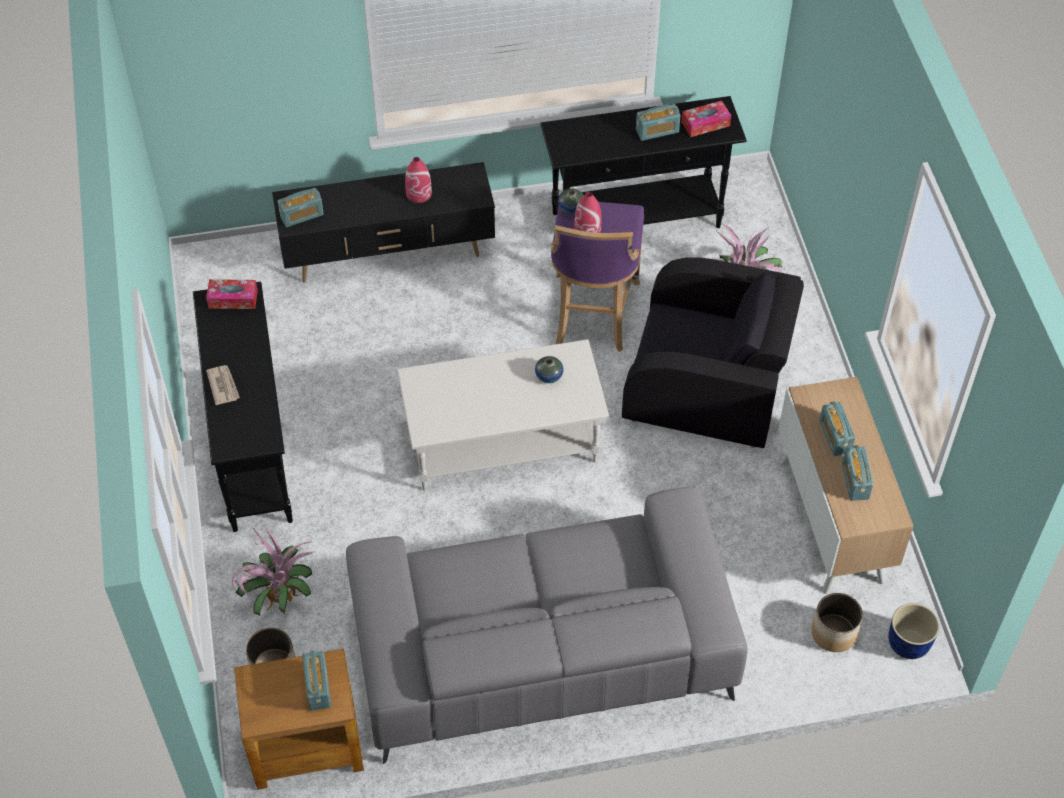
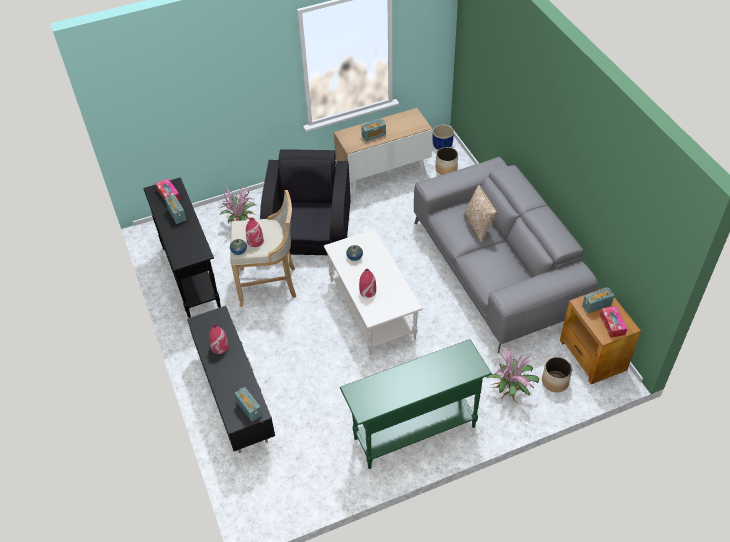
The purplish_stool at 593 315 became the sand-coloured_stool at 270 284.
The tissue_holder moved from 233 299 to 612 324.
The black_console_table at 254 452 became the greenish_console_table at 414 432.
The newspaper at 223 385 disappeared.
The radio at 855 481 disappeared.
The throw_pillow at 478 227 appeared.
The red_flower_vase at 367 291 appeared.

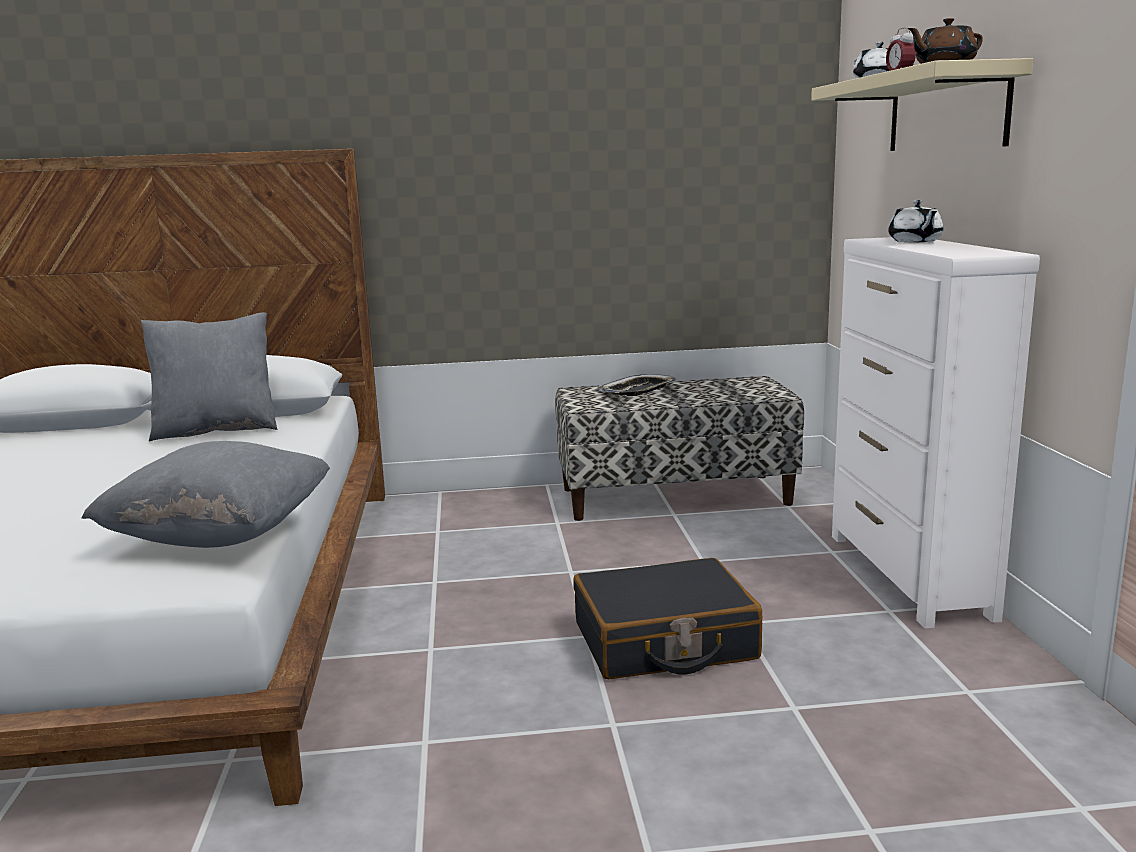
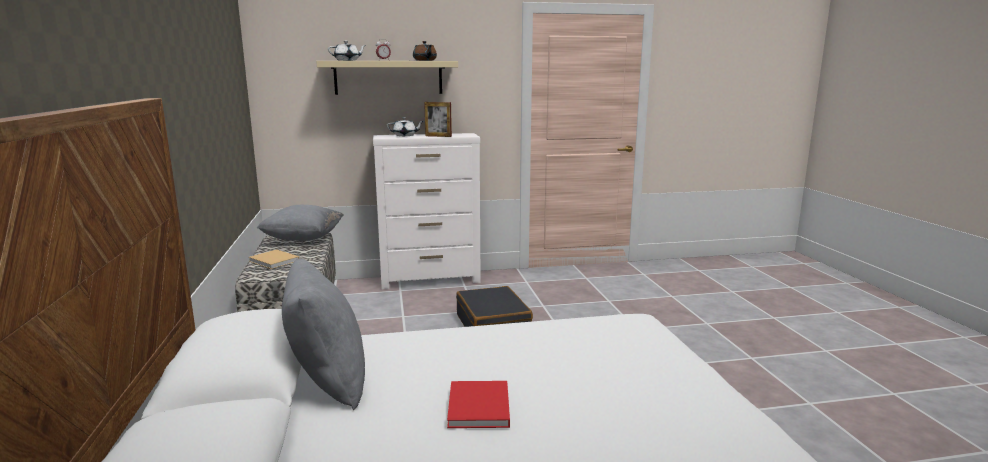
The carrying_tray at 638 391 was replaced by the sand-coloured_bound_book at 275 261.
The grey_throw_pillow moved from 221 536 to 303 239.
The photo_frame at 438 136 appeared.
The red_bound_book at 478 408 appeared.

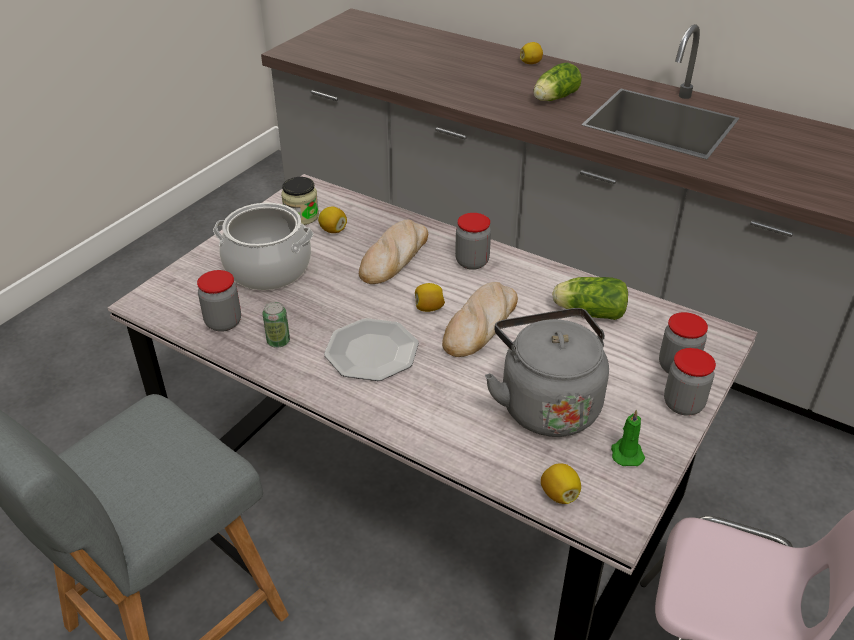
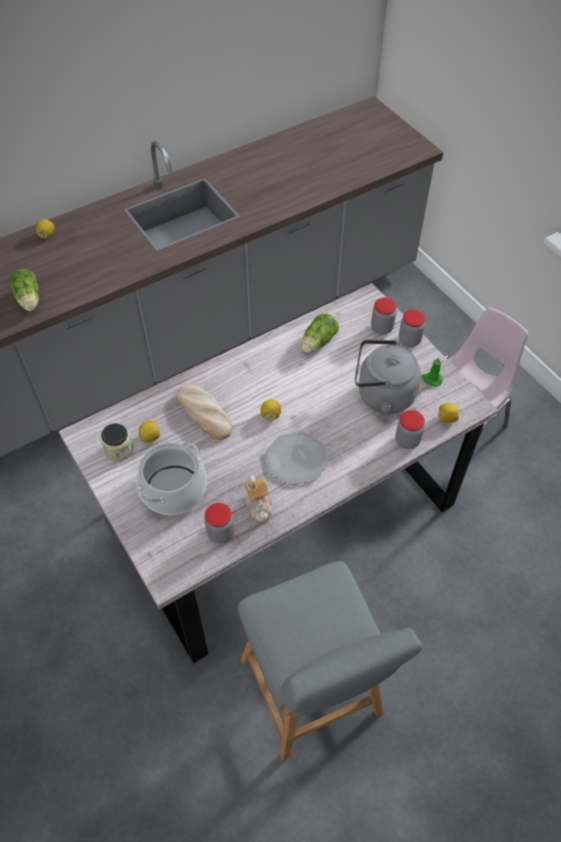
The lettuce moved from 553 98 to 29 300.
The preserve_jar moved from 472 262 to 407 441.
The bakery_bread at 480 324 disappeared.
The sealed_can at 278 341 was replaced by the teapot at 259 506.

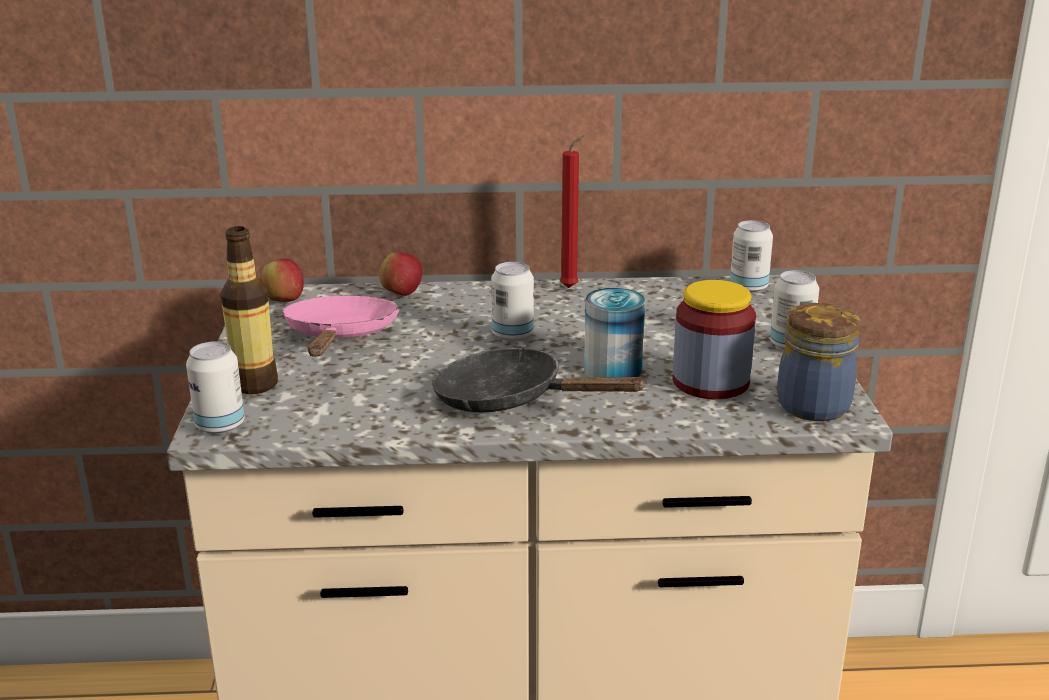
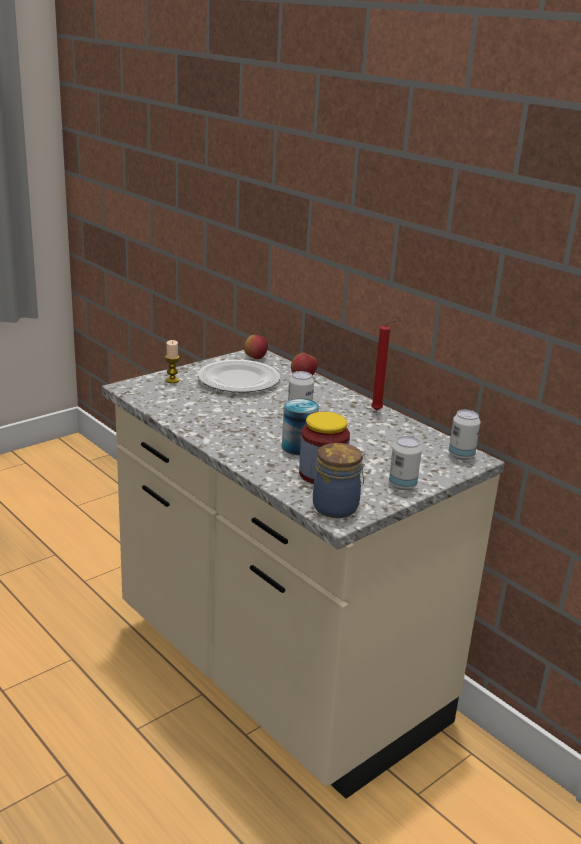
The beverage_bottle at 254 384 was replaced by the candle at 172 380.
The pink-coloured_skillet at 340 337 was replaced by the dinner_plate at 239 380.
The sealed_can at 220 426 disappeared.
The black_skillet at 510 400 disappeared.

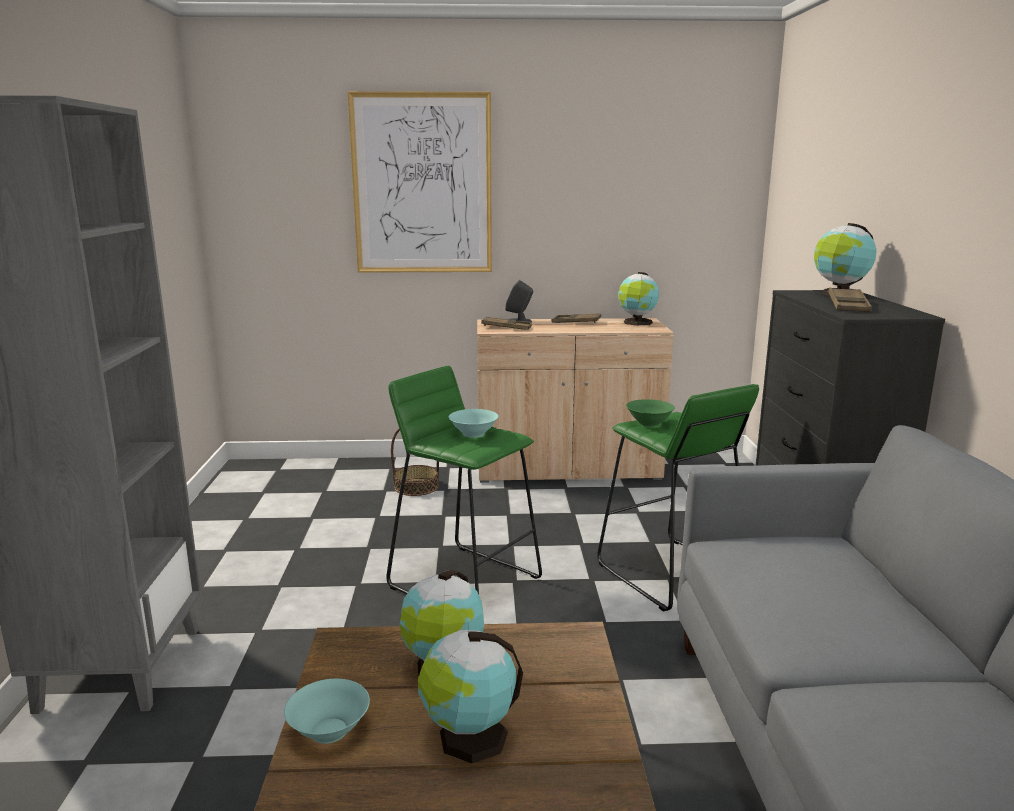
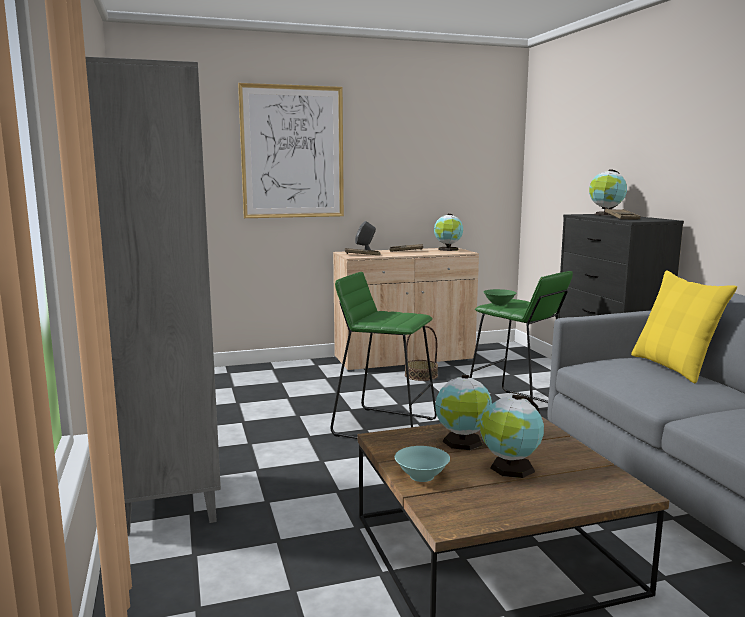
The turquoise-coloured_bowl at 474 434 disappeared.
The household_basket moved from 416 487 to 421 375.
The yellowish_throw_pillow at 673 367 appeared.

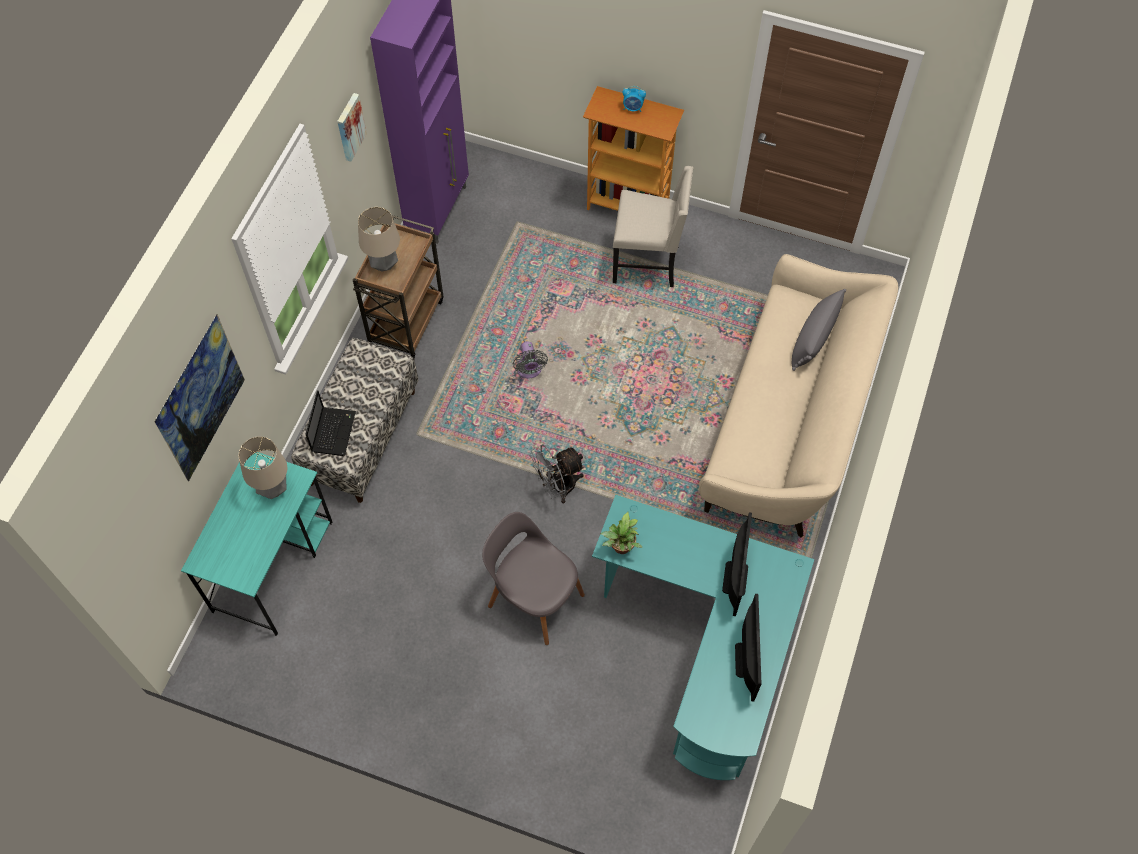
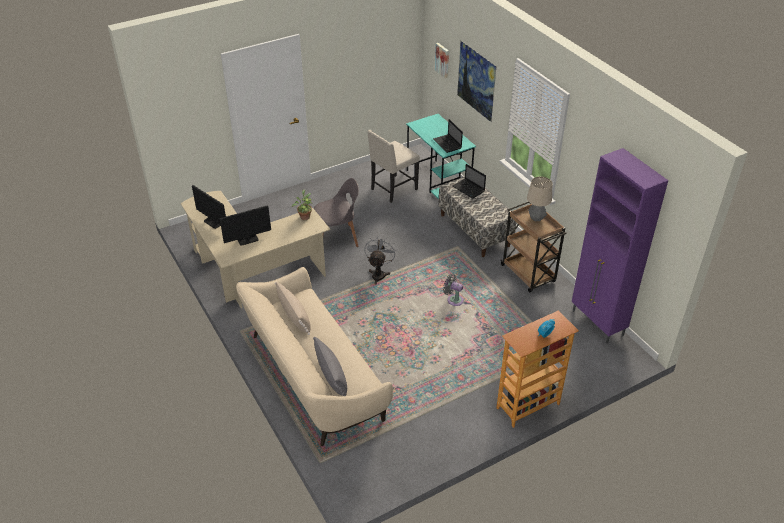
The wall_picture moved from 349 126 to 443 60.
The sand-coloured_upright_chair moved from 648 263 to 393 189.
The lamp_for_a_table at 273 489 was replaced by the laptop at 447 144.
The turquoise-coloured_desk_table at 706 648 became the sand-coloured_desk_table at 250 273.
The computer_screen at 735 578 turned 75 degrees counterclockwise.
The sand-coloured_throw_pillow at 294 316 appeared.

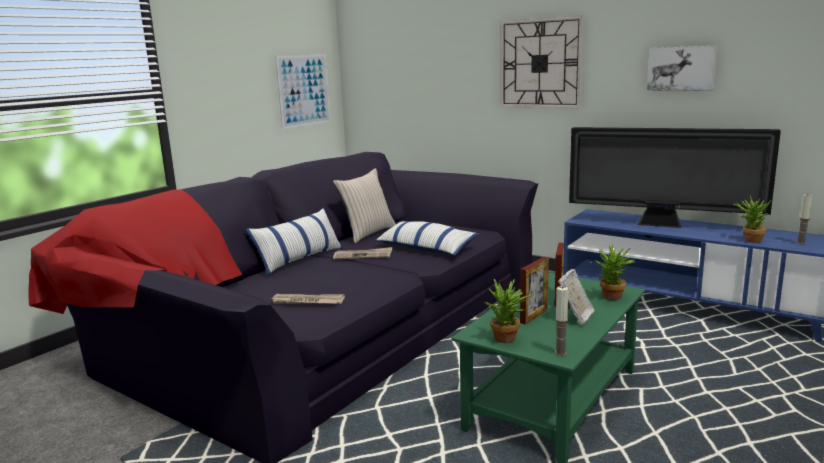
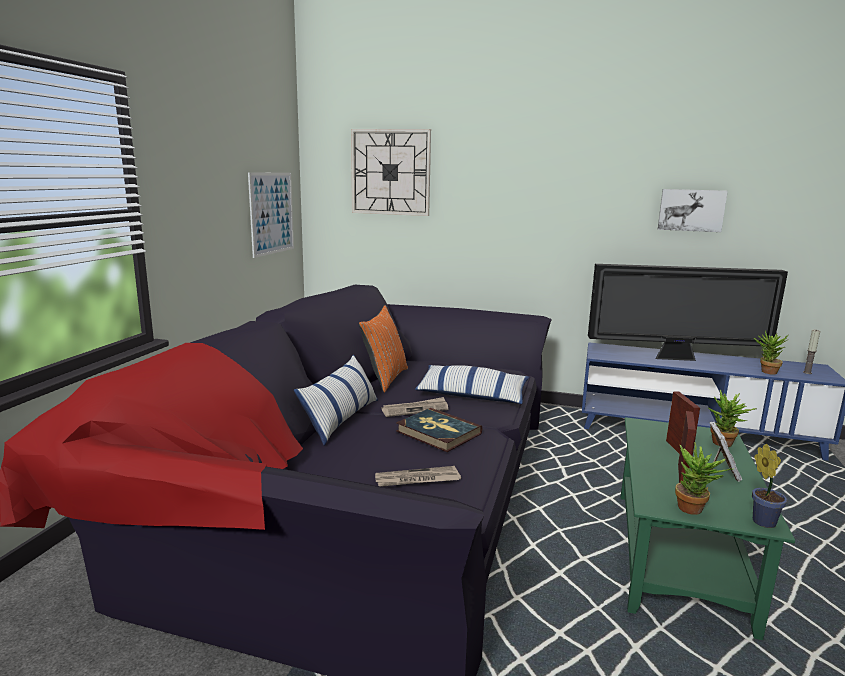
The hanging_clock moved from 540 63 to 390 172.
The sand-coloured_throw_pillow at 367 233 became the orange_throw_pillow at 384 379.
The candle at 560 353 was replaced by the houseplant at 762 520.
The bound_book at 438 433 appeared.

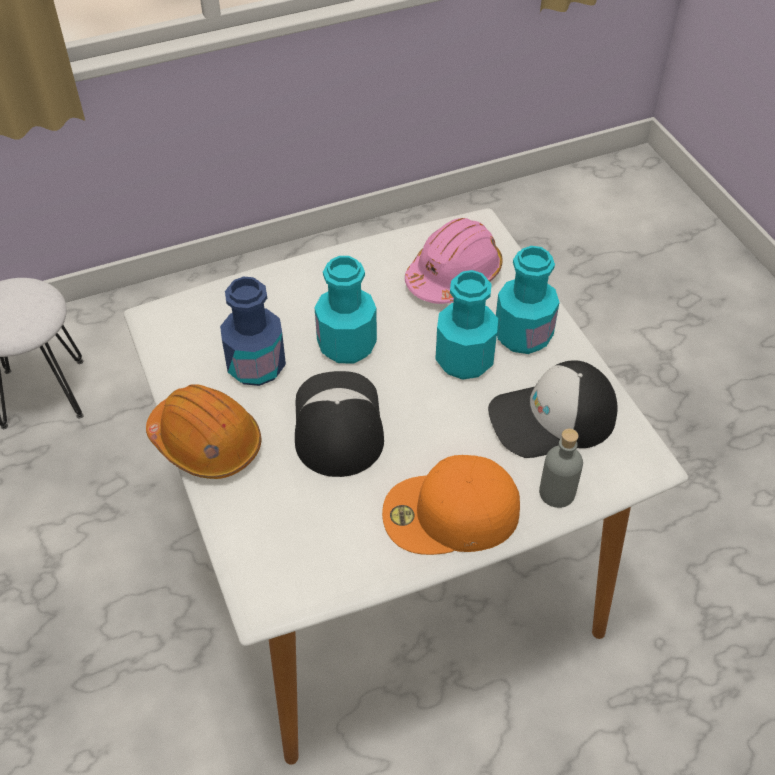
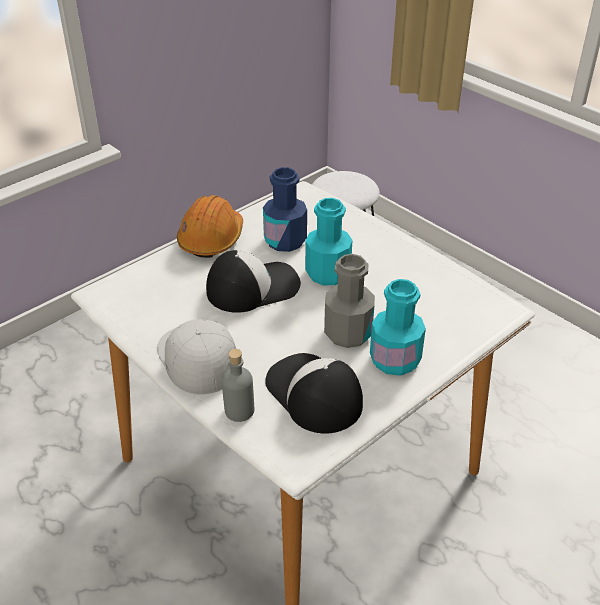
The pink-coloured_work_helmet at 454 276 disappeared.
The turquoise-coloured_beverage_bottle at 464 360 became the grey_beverage_bottle at 348 333.
The orange_baseball_cap at 449 514 became the whitish_baseball_cap at 196 357.

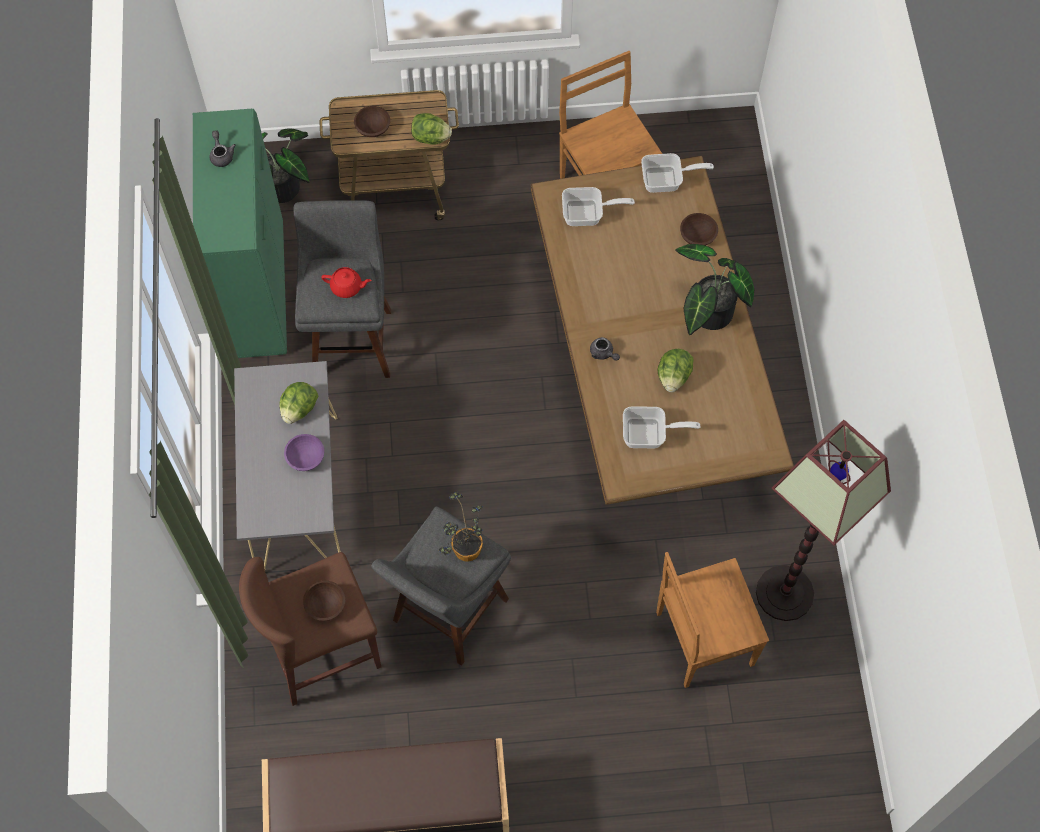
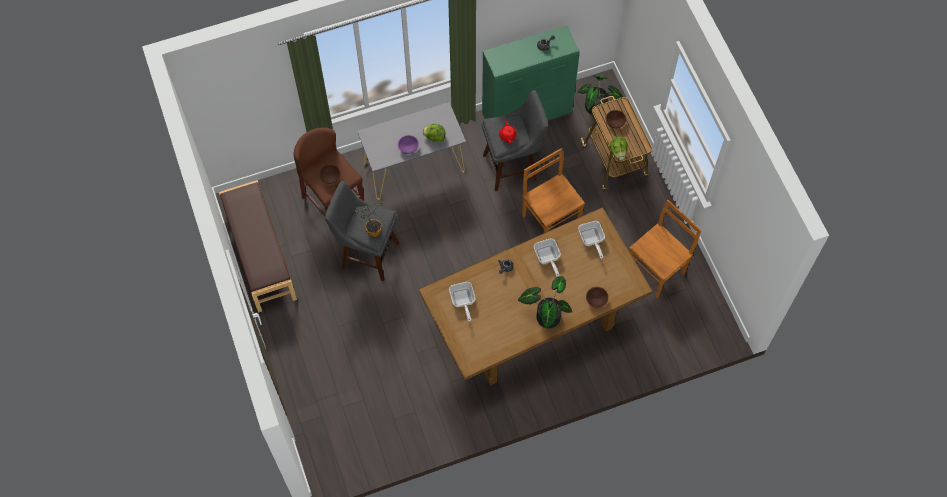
The skillet moved from 667 181 to 547 258.
The lettuce at 673 377 disappeared.
The floor_lamp at 783 593 disappeared.
The brownish_upright_chair moved from 701 639 to 550 218.

